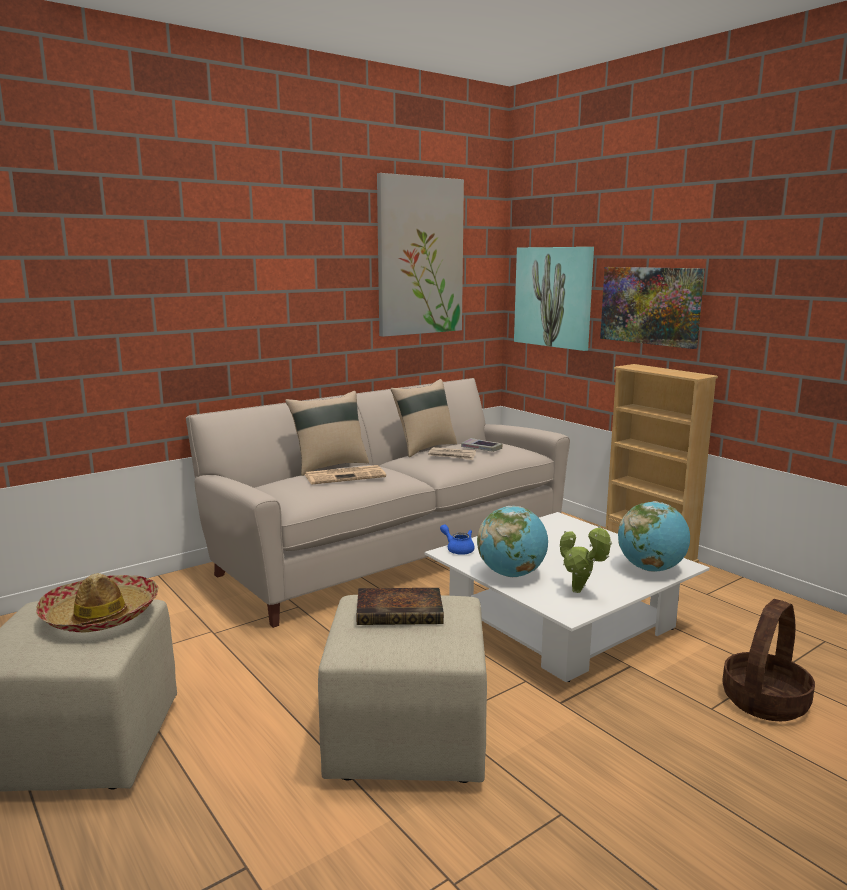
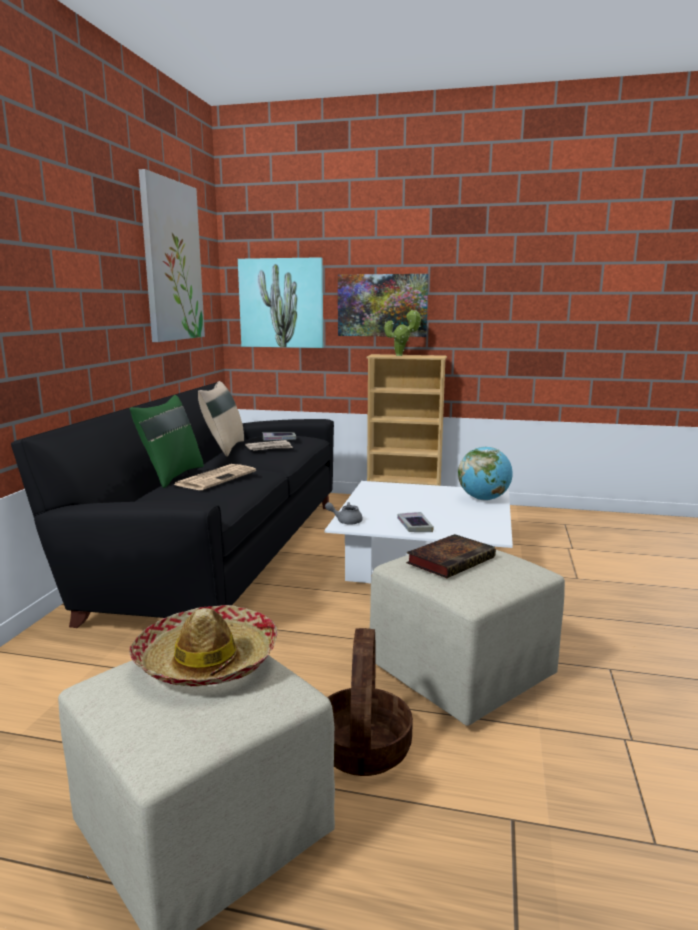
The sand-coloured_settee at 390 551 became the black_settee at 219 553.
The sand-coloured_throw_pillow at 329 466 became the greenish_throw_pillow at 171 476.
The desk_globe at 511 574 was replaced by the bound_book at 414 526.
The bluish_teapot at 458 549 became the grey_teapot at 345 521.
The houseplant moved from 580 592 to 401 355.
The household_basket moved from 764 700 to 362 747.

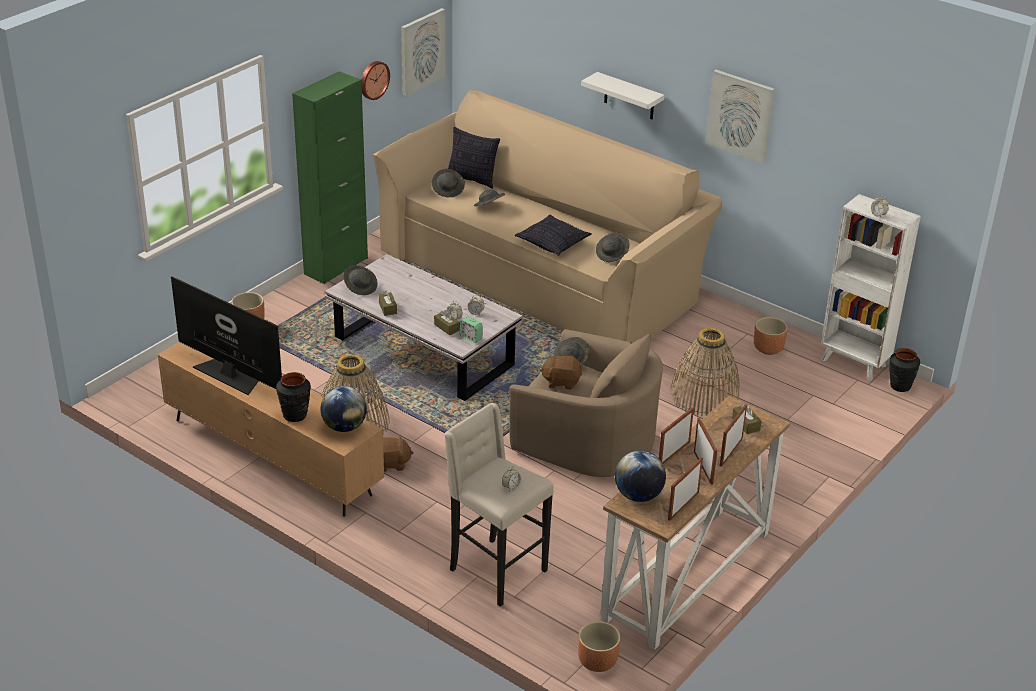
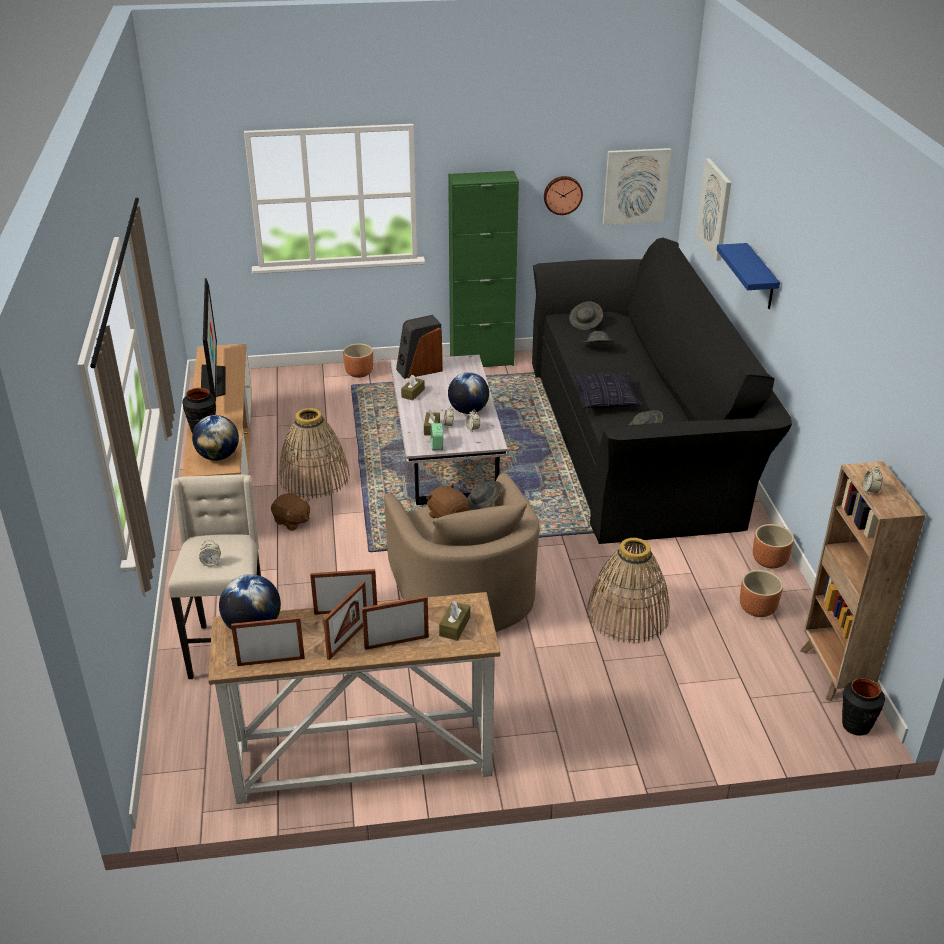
The wall_picture moved from 740 115 to 715 209.
The whitish_wall_shelf at 629 96 became the bluish_wall_shelf at 760 278.
The sand-coloured_settee at 542 272 became the black_settee at 639 438.
The throw_pillow at 472 179 disappeared.
The whitish_bookshelf at 854 363 became the brownish_bookshelf at 834 673.
The grey_wearable_hat at 361 287 was replaced by the loudspeaker at 419 369.
The brownish_plant_pot moved from 598 662 to 770 561.
The desk_globe at 468 410 appeared.

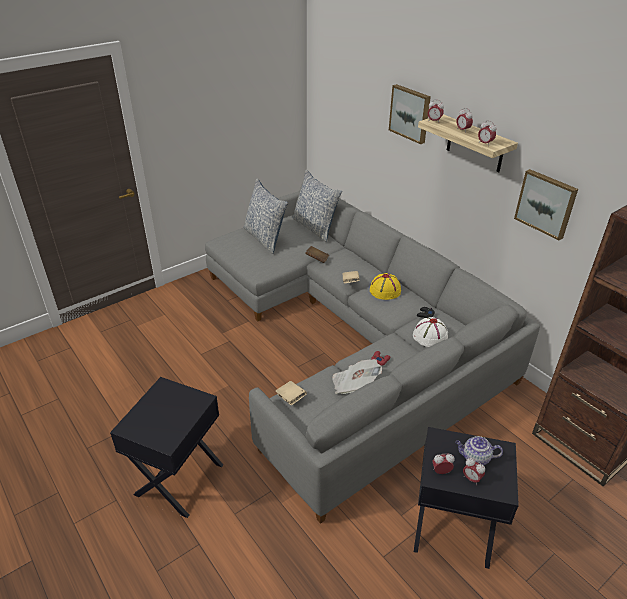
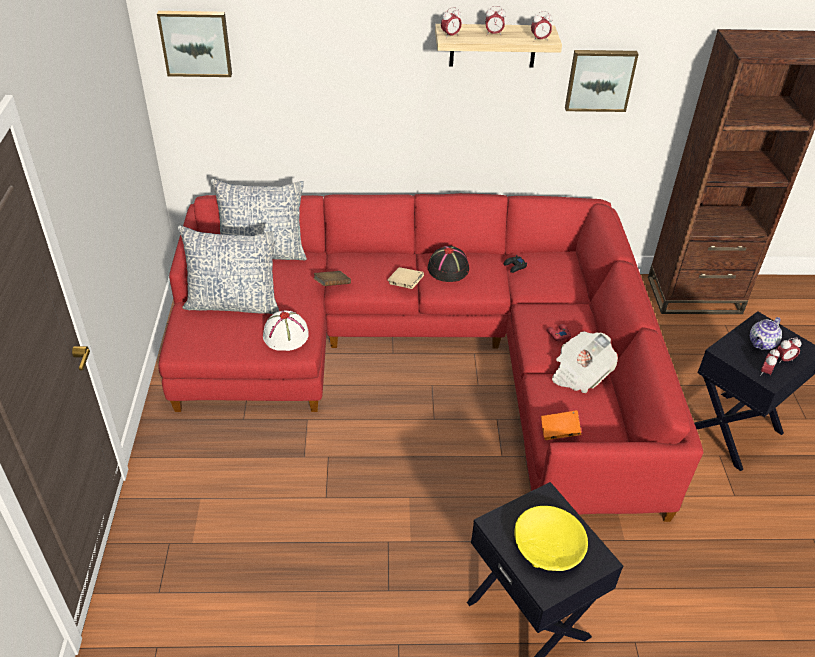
The wall_picture moved from 410 113 to 196 43.
The grey_settee at 350 339 became the red_settee at 429 352.
The yellowish_wearable_hat at 385 290 became the black_wearable_hat at 448 268.
The whitish_wearable_hat moved from 429 336 to 286 336.
The sand-coloured_bound_book at 291 398 became the orange_bound_book at 559 432.
The yellowish_bowl at 548 547 appeared.

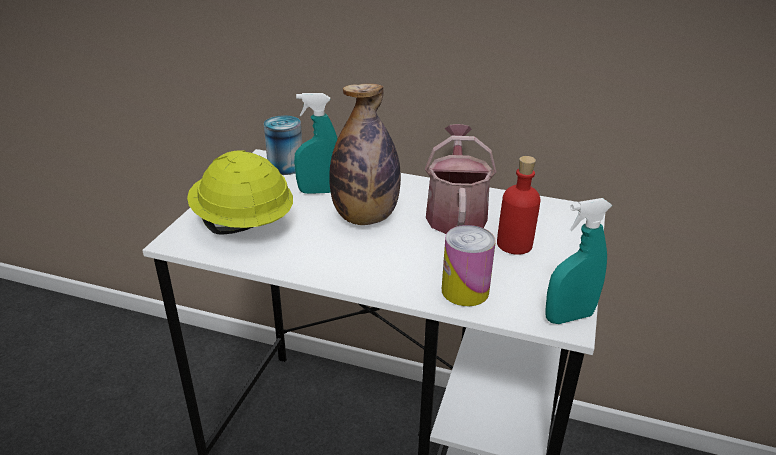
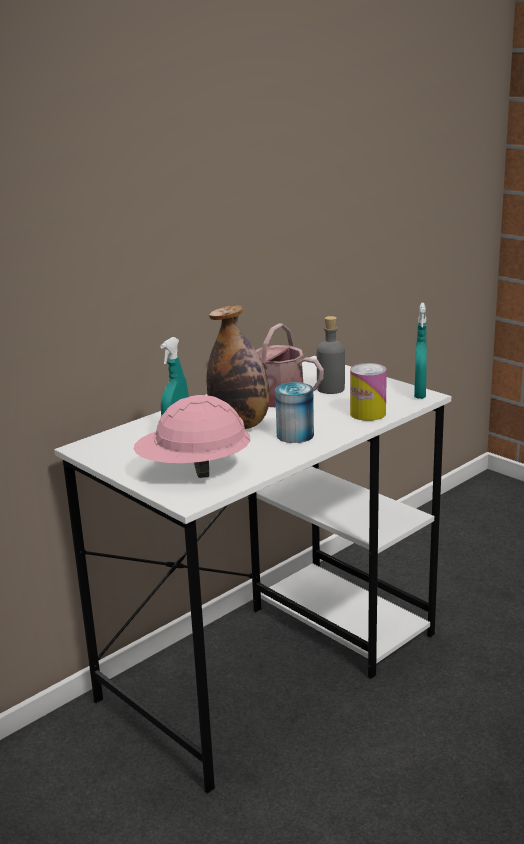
The sealed_can moved from 285 166 to 295 435.
The yellowish_work_helmet at 243 224 became the pink-coloured_work_helmet at 194 470.
The red_beverage_bottle at 514 244 became the grey_beverage_bottle at 331 389.

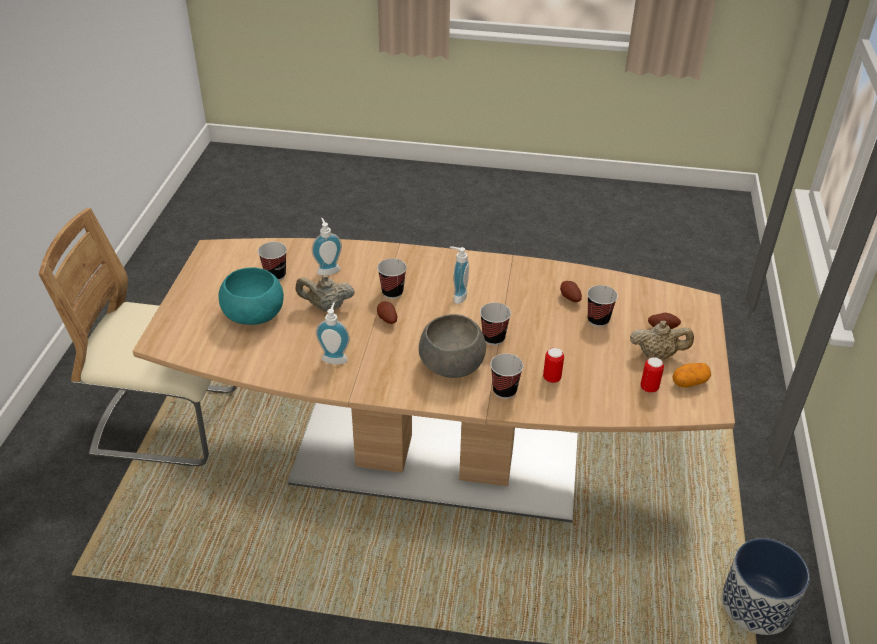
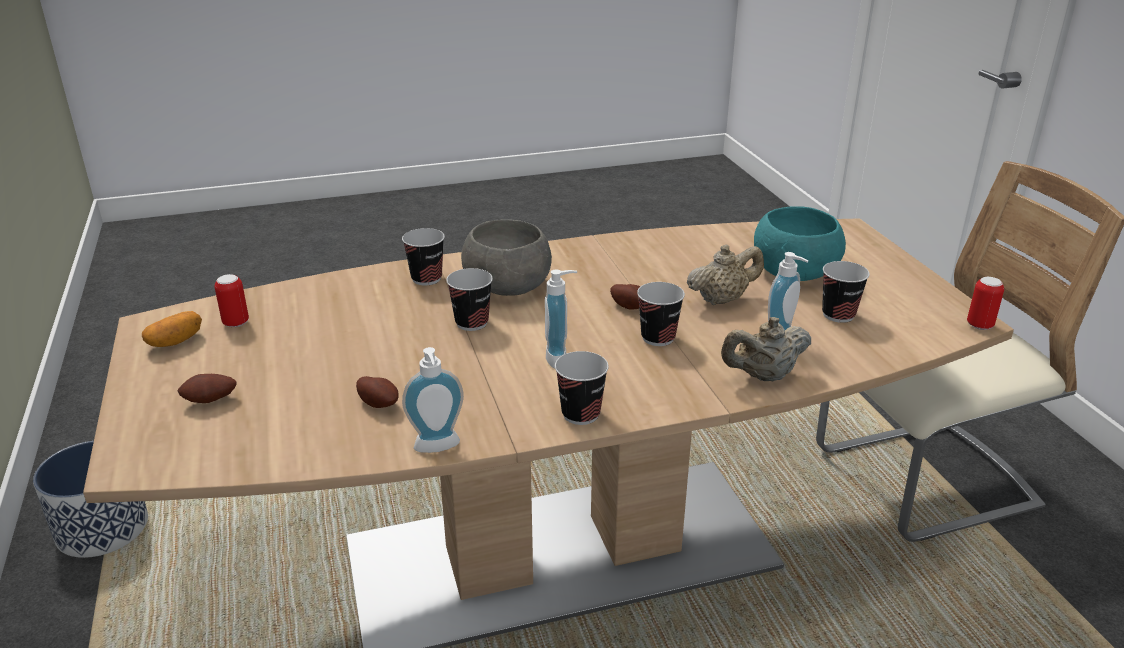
The small_cup moved from 598 320 to 581 414.
The soap_bottle moved from 335 357 to 438 448.
The sand-coloured_teapot moved from 657 355 to 763 376.
The sealed_can moved from 551 378 to 979 325.

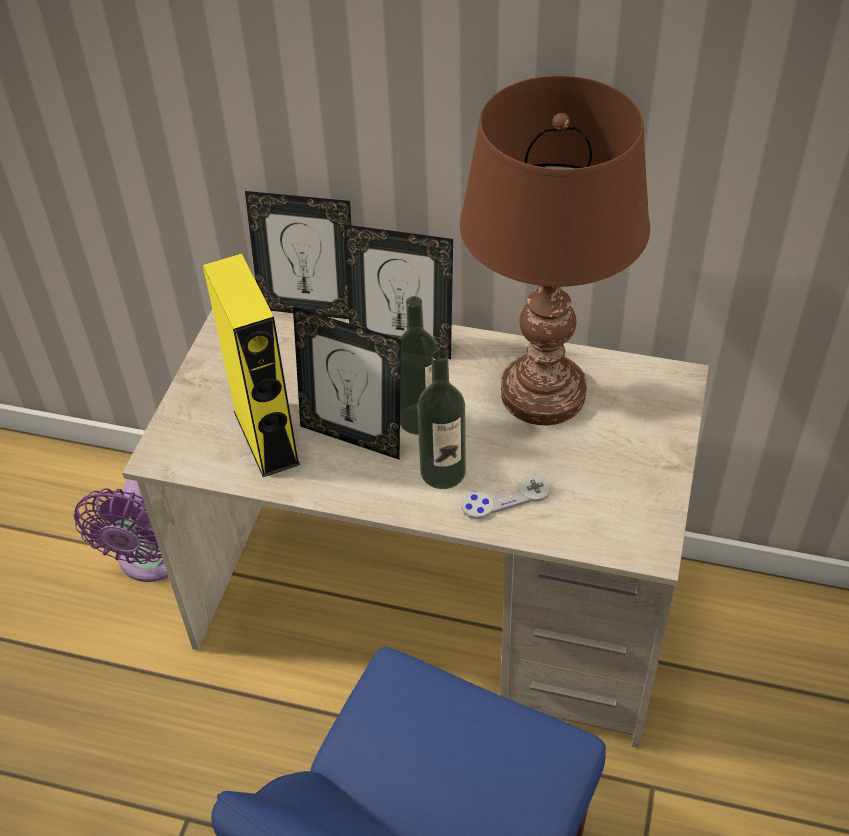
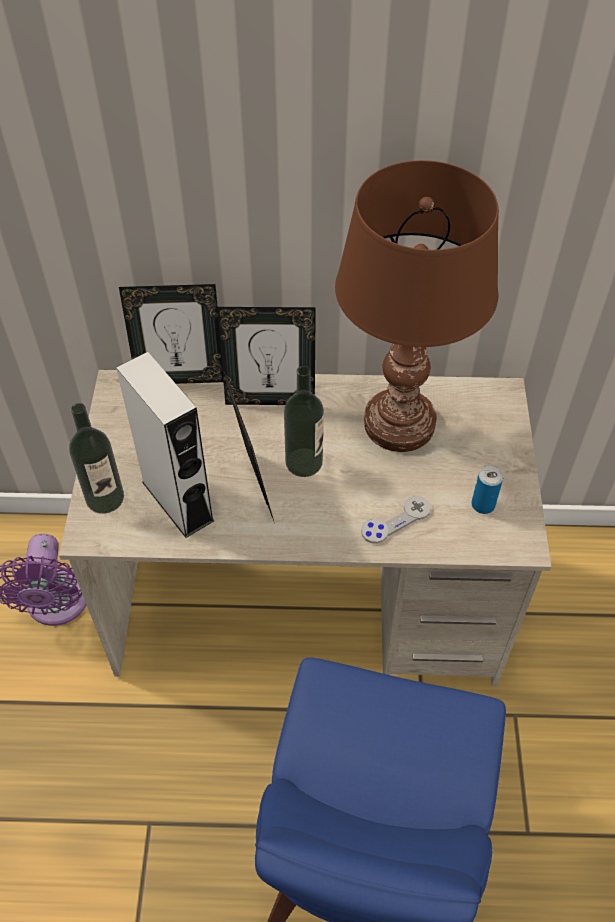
The yellowish_loudspeaker at 266 437 became the grey_loudspeaker at 177 501.
The photo_frame at 353 436 turned 120 degrees counterclockwise.
The beverage_bottle moved from 443 472 to 105 498.
The sealed_can at 483 504 appeared.

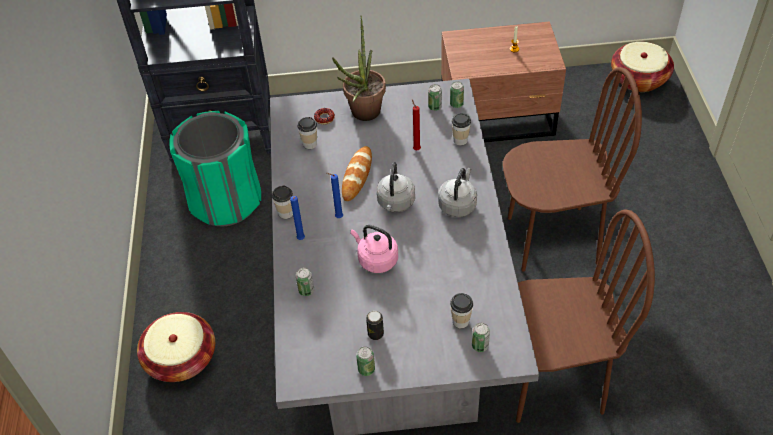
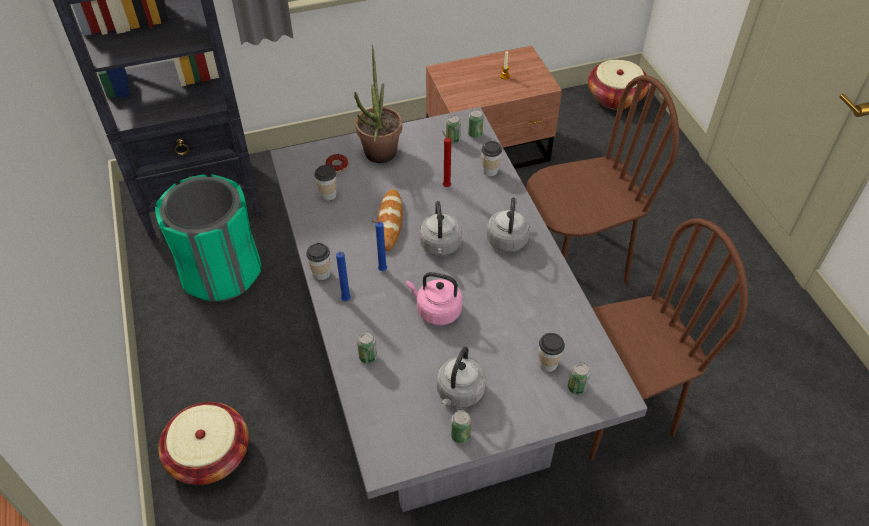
The sealed_can at 375 334 was replaced by the grey_kettle at 459 393.

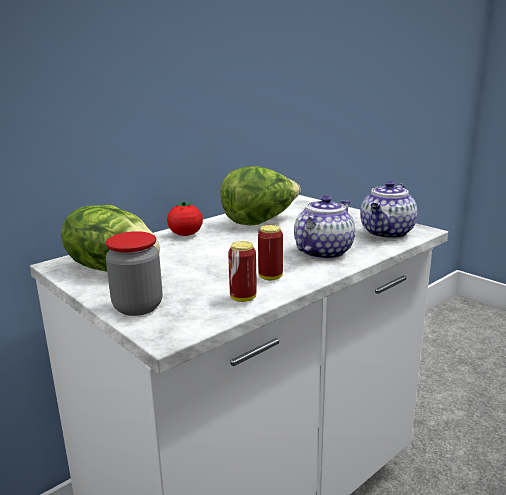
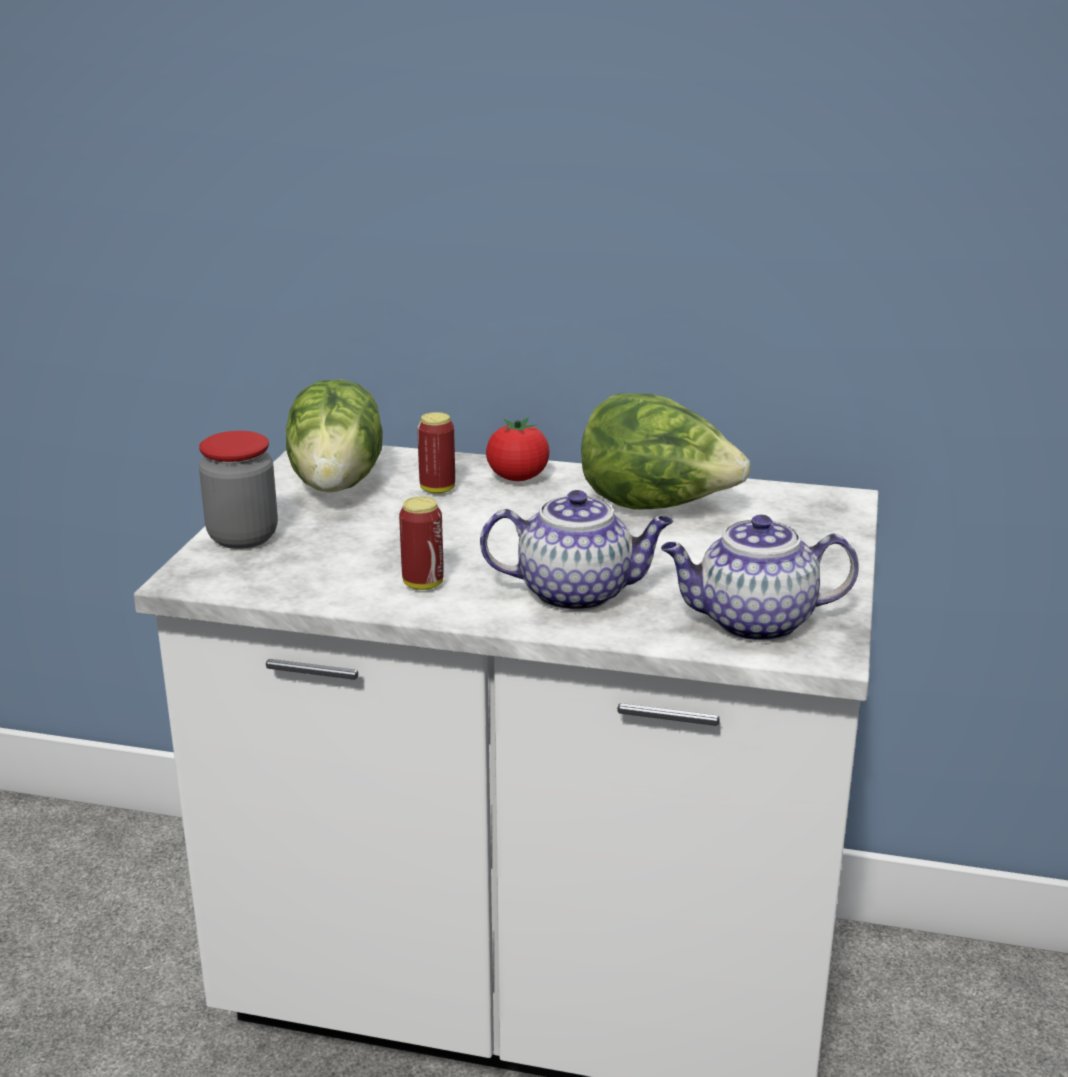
The sealed_can moved from 243 298 to 437 489.

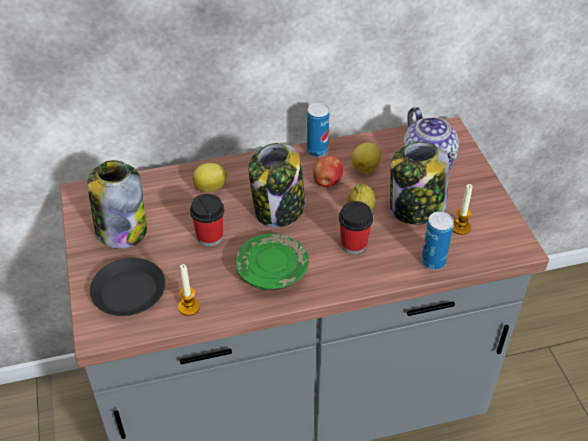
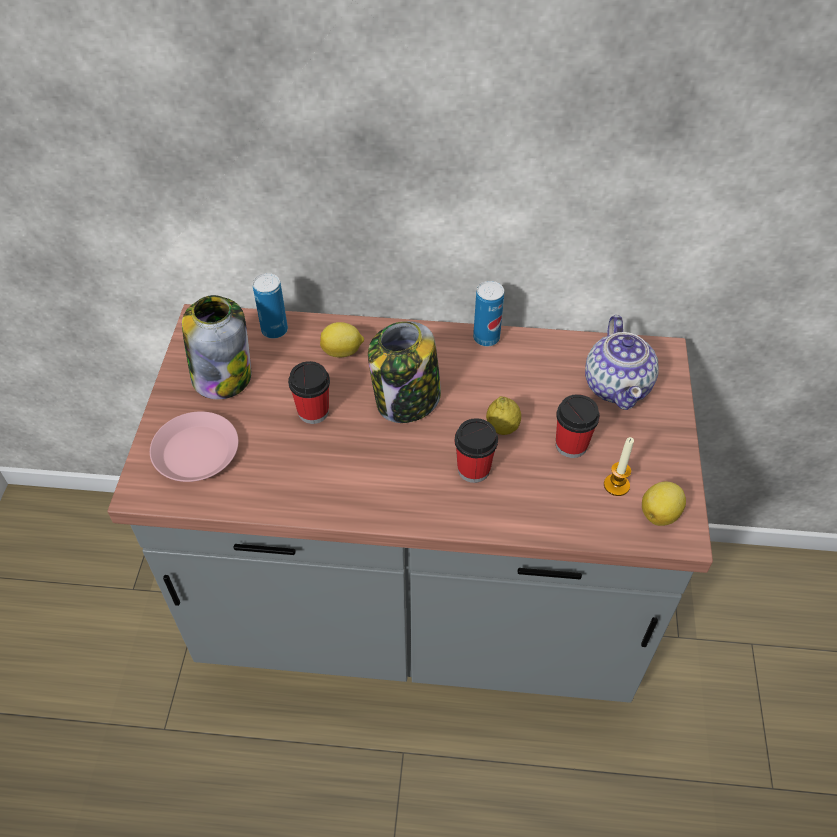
The preserve_jar at 415 209 was replaced by the small_cup at 571 445.
The citrus_fruit moved from 365 167 to 660 513.
The apple_fruit at 327 182 disappeared.
The sealed_can moved from 433 261 to 274 330.
The greenish_dinner_plate at 272 271 disappeared.
The black_dinner_plate at 128 292 became the pink-coloured_dinner_plate at 195 452.
The candle at 189 307 disappeared.

